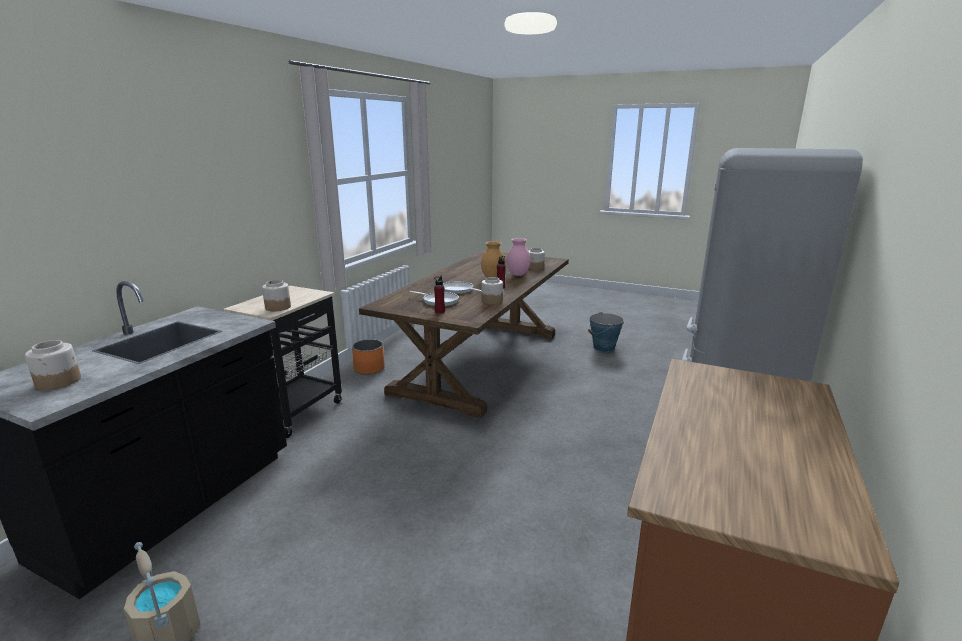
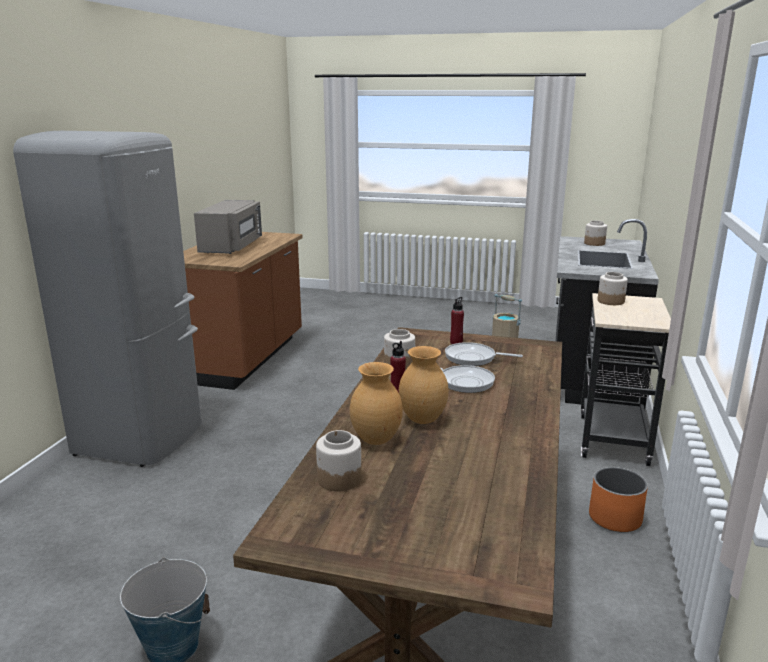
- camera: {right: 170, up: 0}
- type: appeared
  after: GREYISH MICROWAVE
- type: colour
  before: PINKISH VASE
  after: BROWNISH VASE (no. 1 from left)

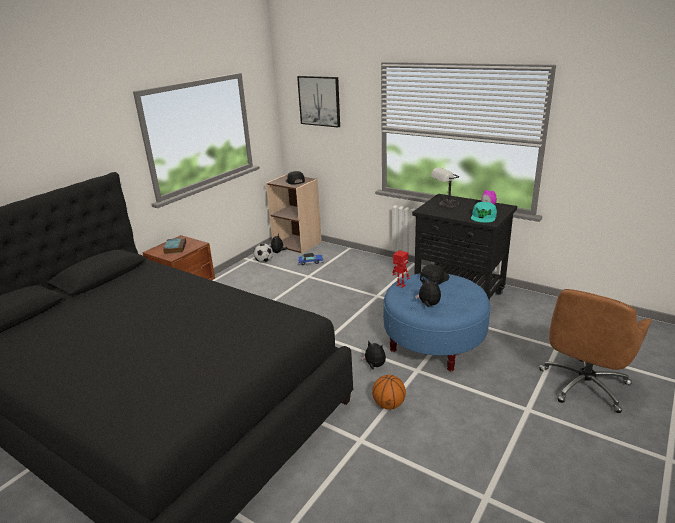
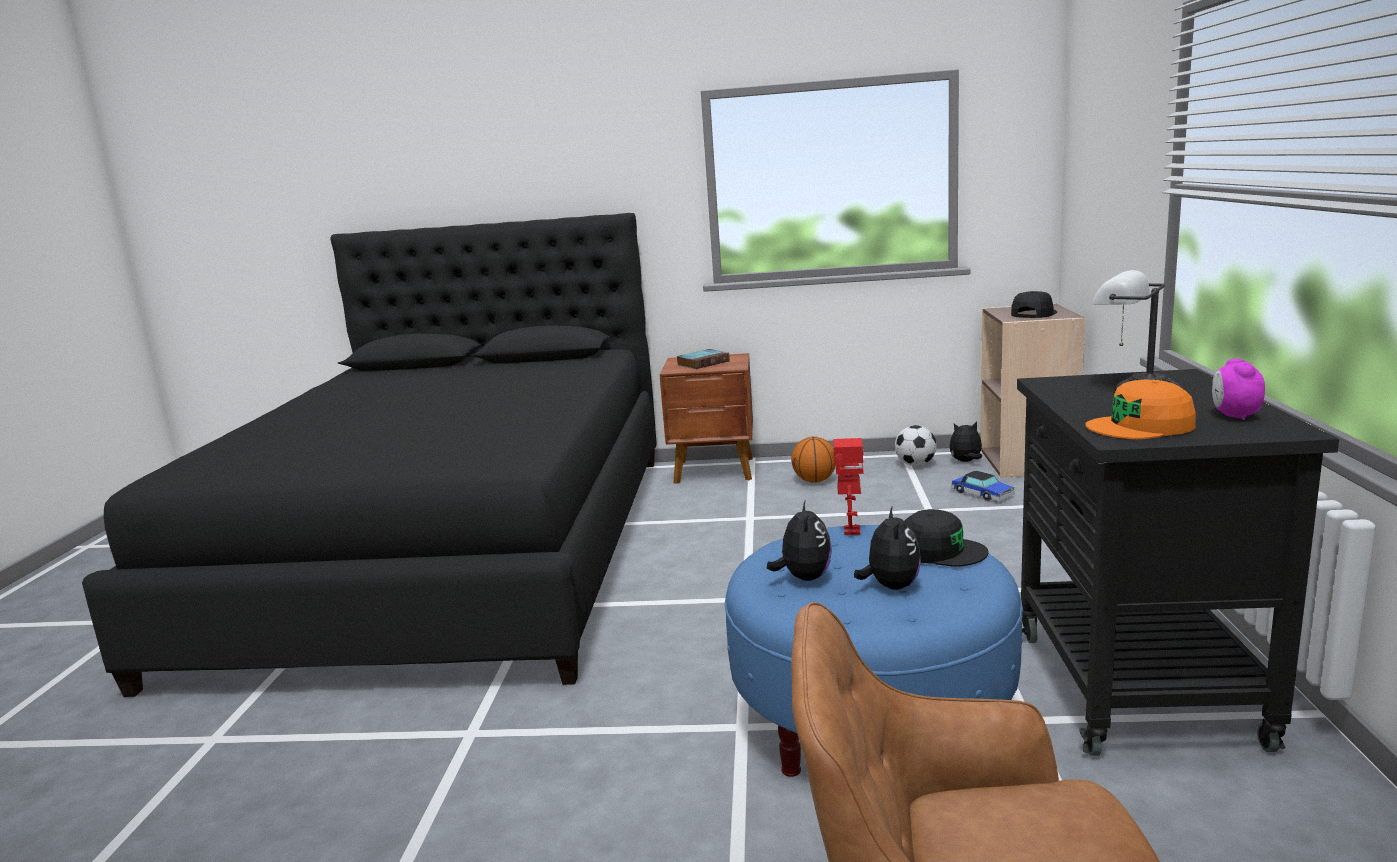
- camera: {right: 60, up: -10}
- type: relocated
  before: BASKETBALL BALL
- type: relocated
  before: SOFT TOY (no. 2 from left)
- type: colour
  before: TURQUOISE-COLOURED CAP
  after: ORANGE CAP
- type: missing
  before: WALL ART

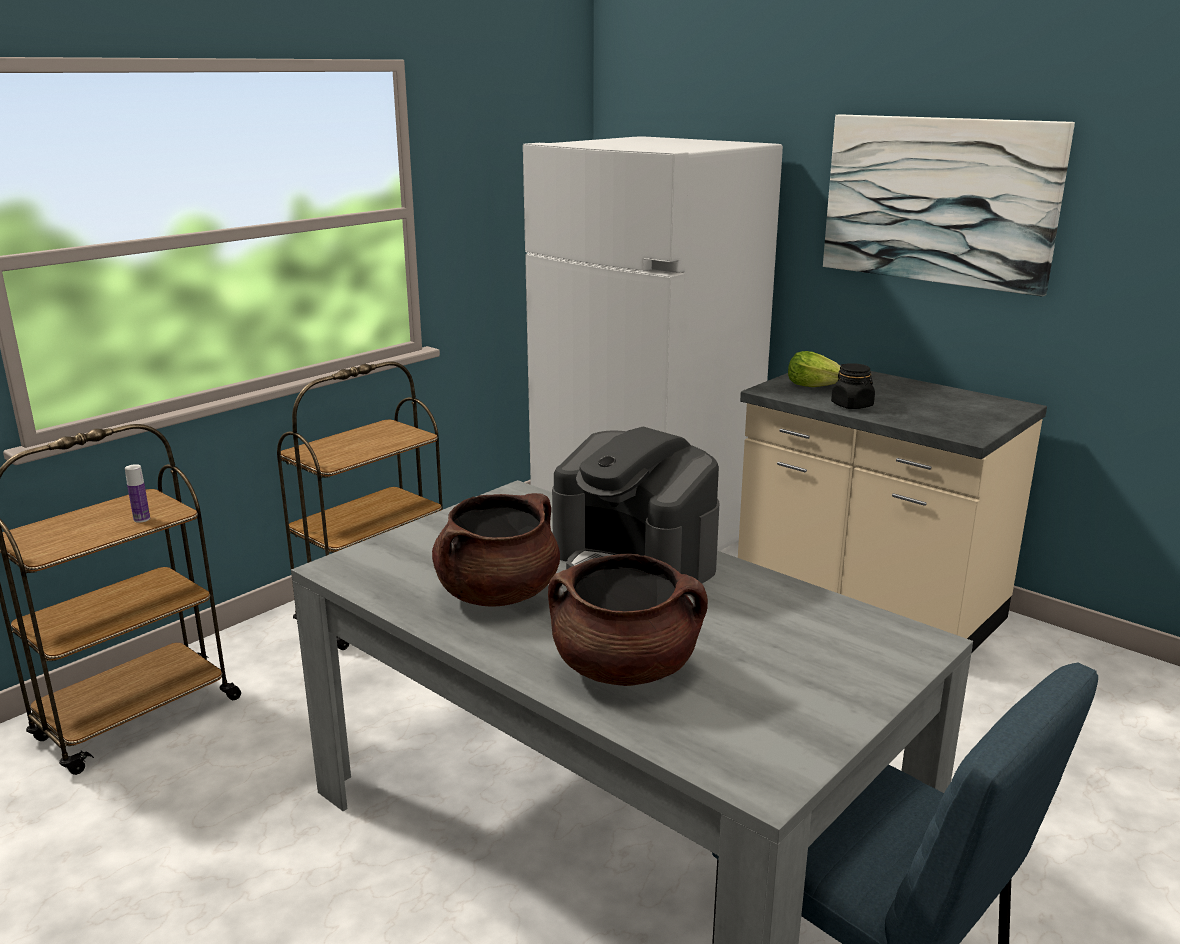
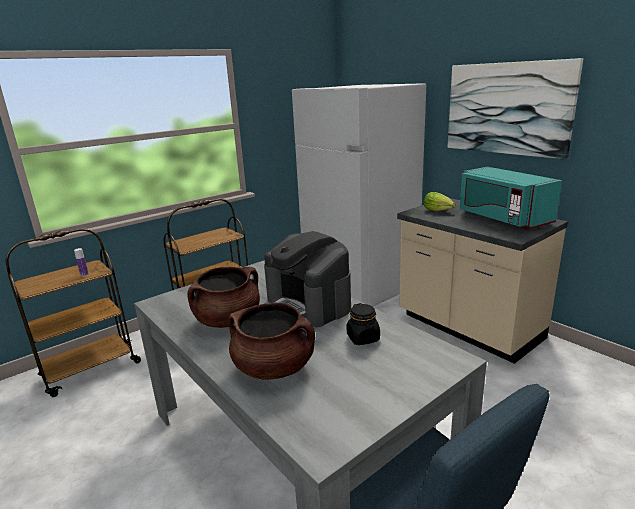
- camera: {right: 10, up: 0}
- type: relocated
  before: BLACK JAR
- type: appeared
  after: TURQUOISE-COLOURED MICROWAVE

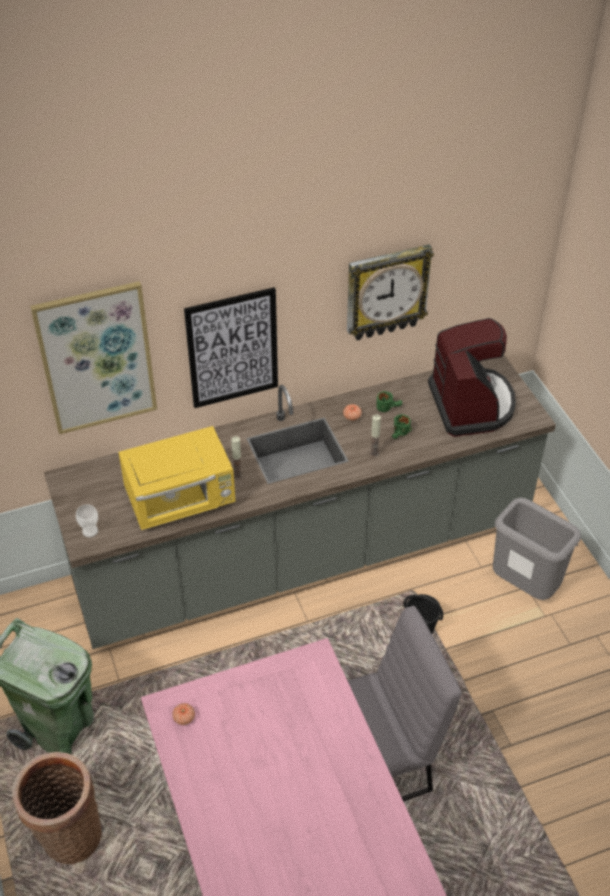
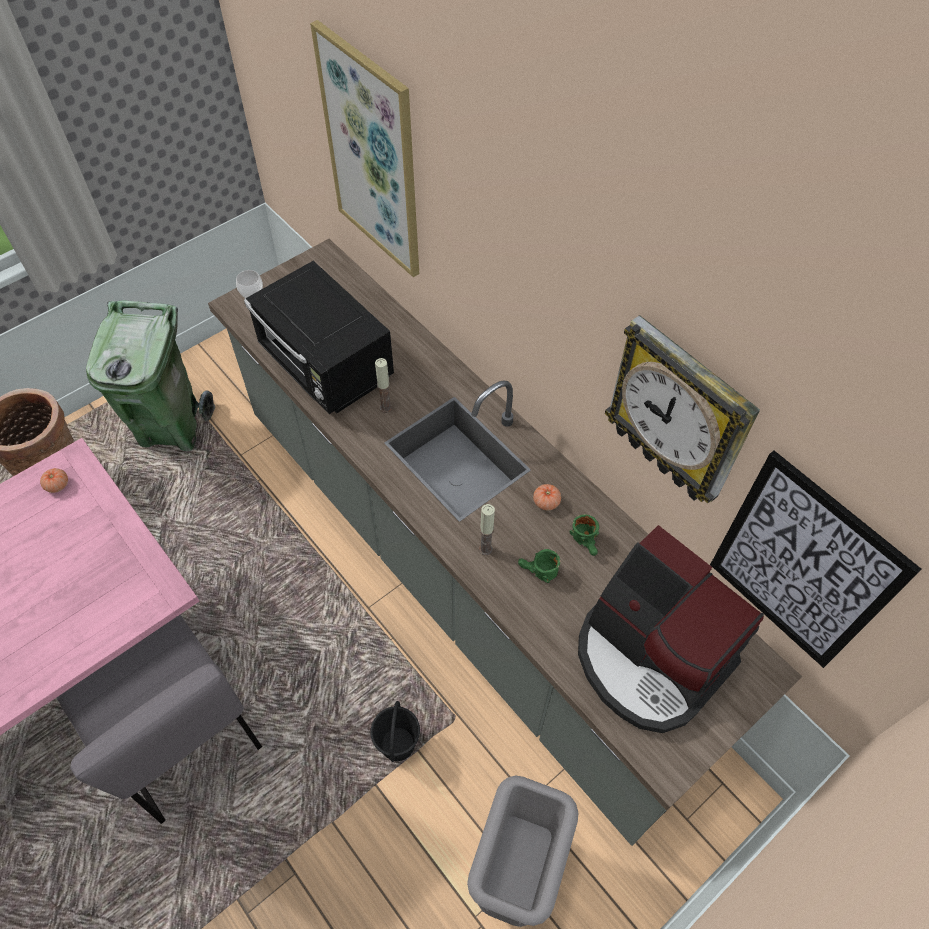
- camera: {right: 70, up: 10}
- type: colour
  before: YELLOWISH MICROWAVE
  after: BLACK MICROWAVE
- type: spun
  before: COFFEE MAKER
  turn: 75
- type: relocated
  before: WALL ART (no. 2 from left)

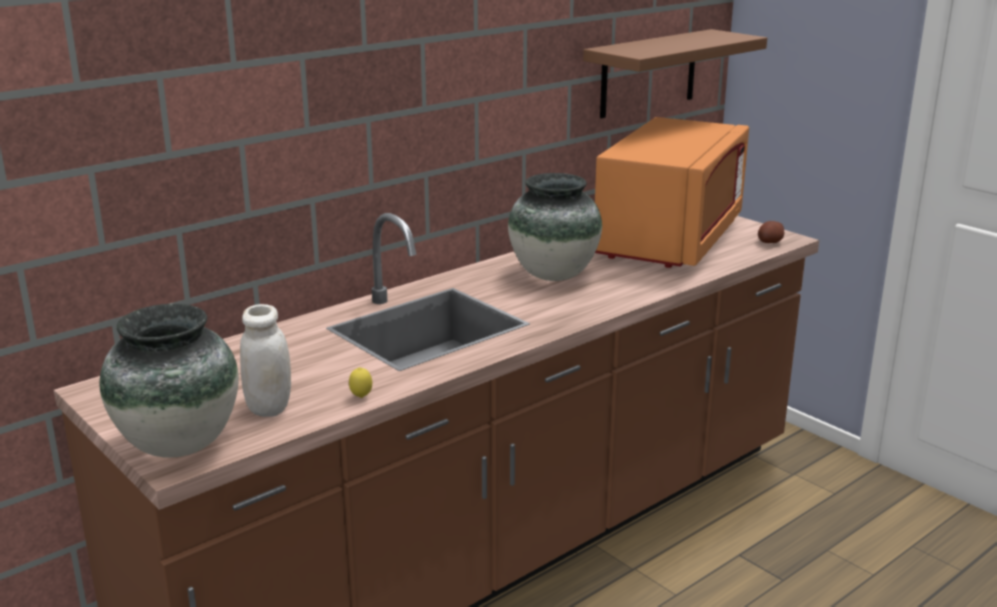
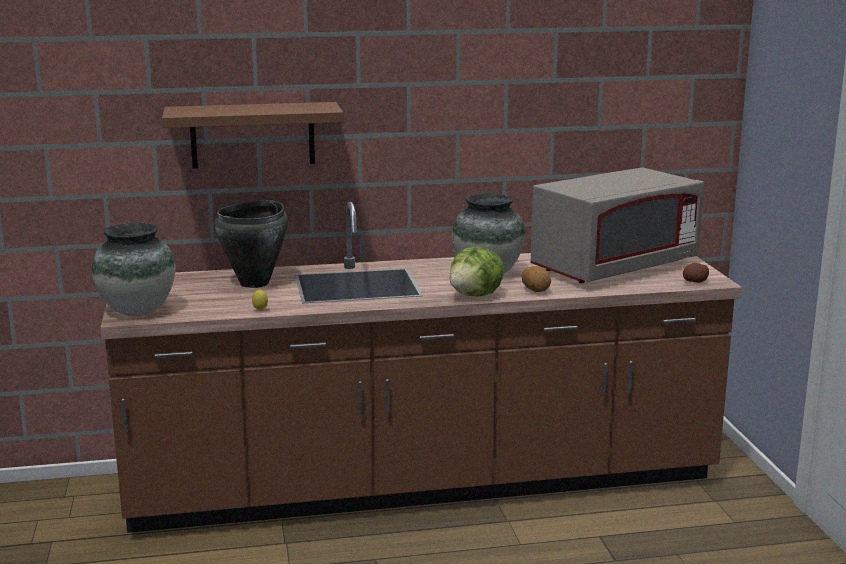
- camera: {right: 30, up: -5}
- type: relocated
  before: BROWNISH BRACKET SHELF
- type: appeared
  after: BLACK STOCKPOT
- type: appeared
  after: LETTUCE HEAD
- type: appeared
  after: SPUD (no. 1 from left)
- type: colour
  before: ORANGE MICROWAVE
  after: GREYISH MICROWAVE
- type: missing
  before: WHITISH JAR

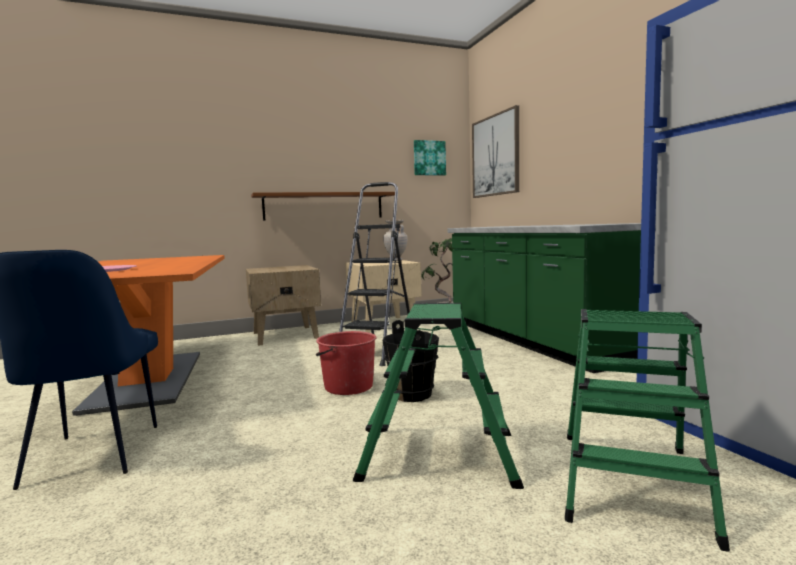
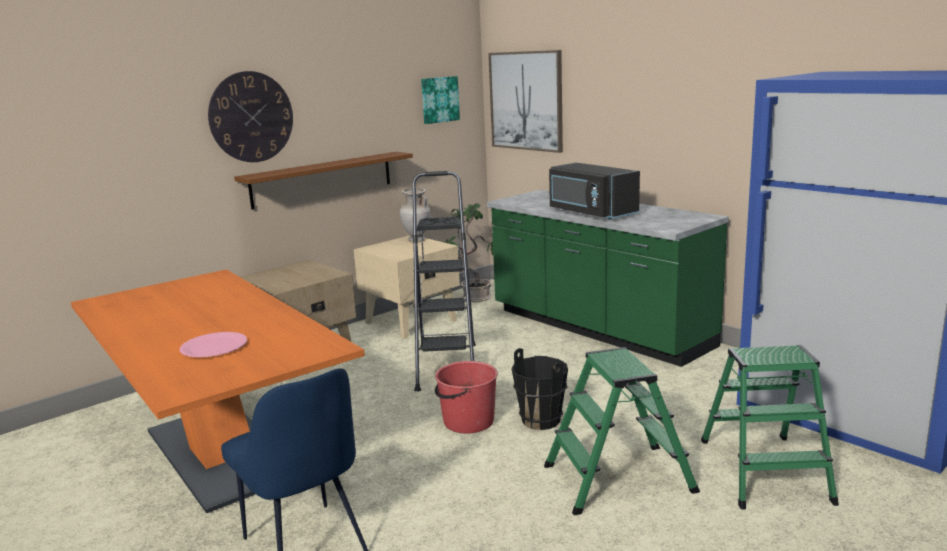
- camera: {right: -20, up: 10}
- type: appeared
  after: WALL CLOCK
- type: appeared
  after: BLACK MICROWAVE

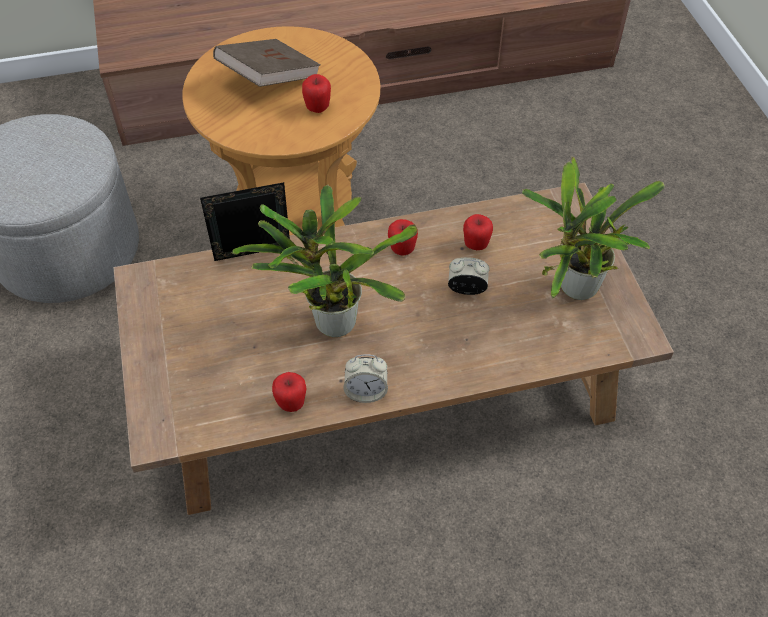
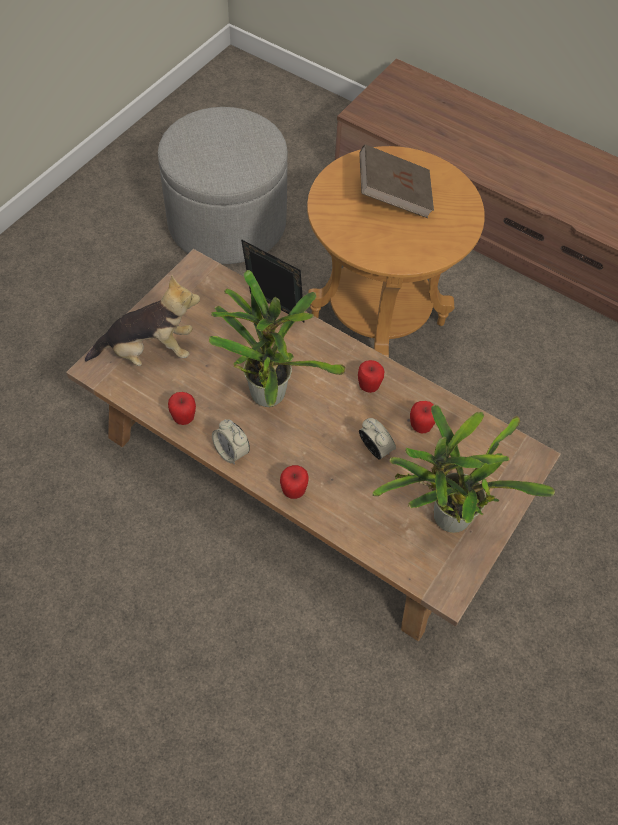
- camera: {right: 45, up: 5}
- type: appeared
  after: SOFT TOY
- type: relocated
  before: WHOLE APPLE (no. 2 from left)

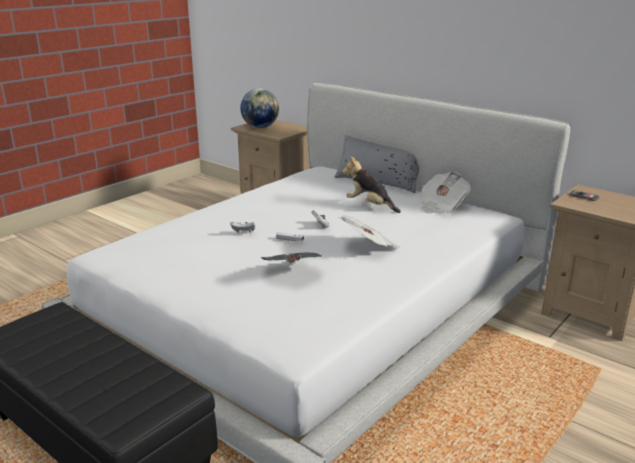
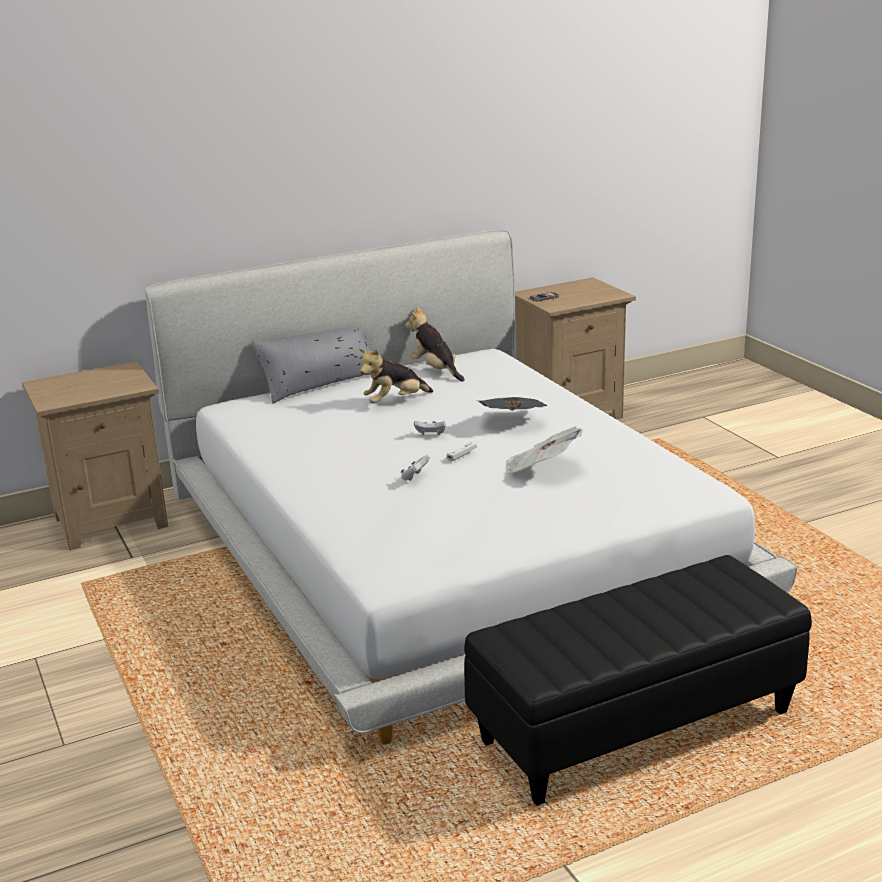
- camera: {right: -65, up: 0}
- type: exchanged
  before: PRINTED PAPER (no. 3 from left)
  after: SOFT TOY (no. 2 from left)
- type: missing
  before: DESK GLOBE

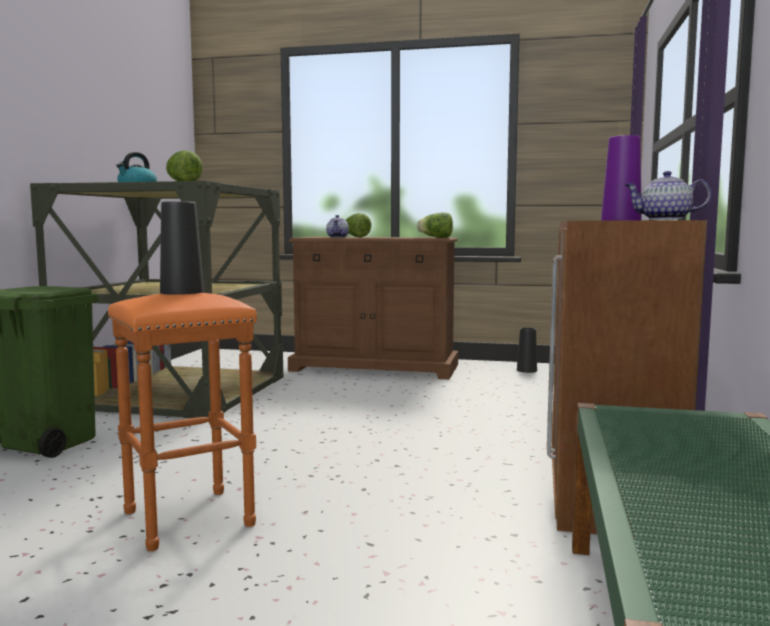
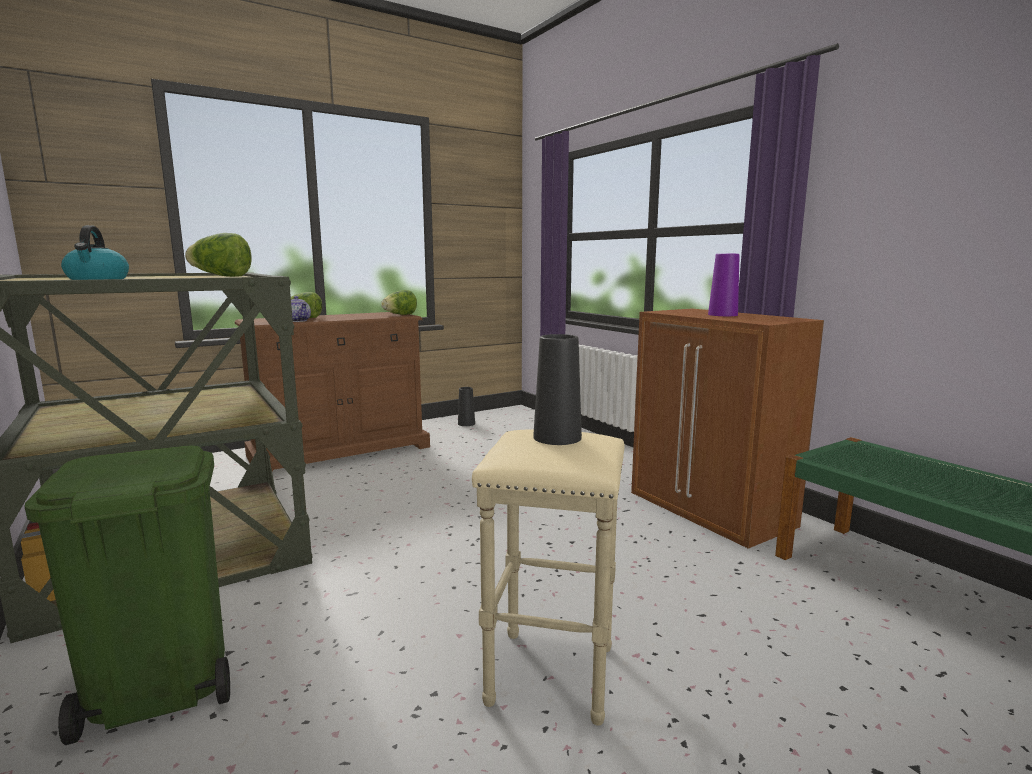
- camera: {right: -45, up: 5}
- type: colour
  before: ORANGE STOOL SEAT
  after: SAND-COLOURED STOOL SEAT
- type: missing
  before: TEA POT (no. 2 from left)

